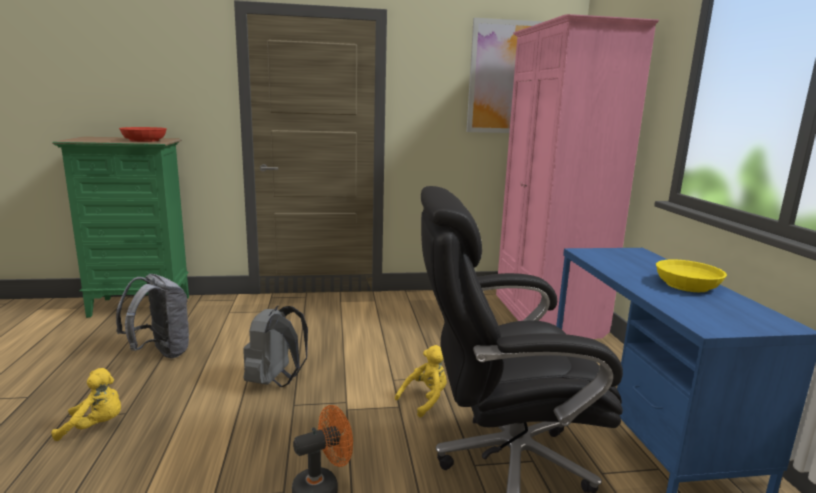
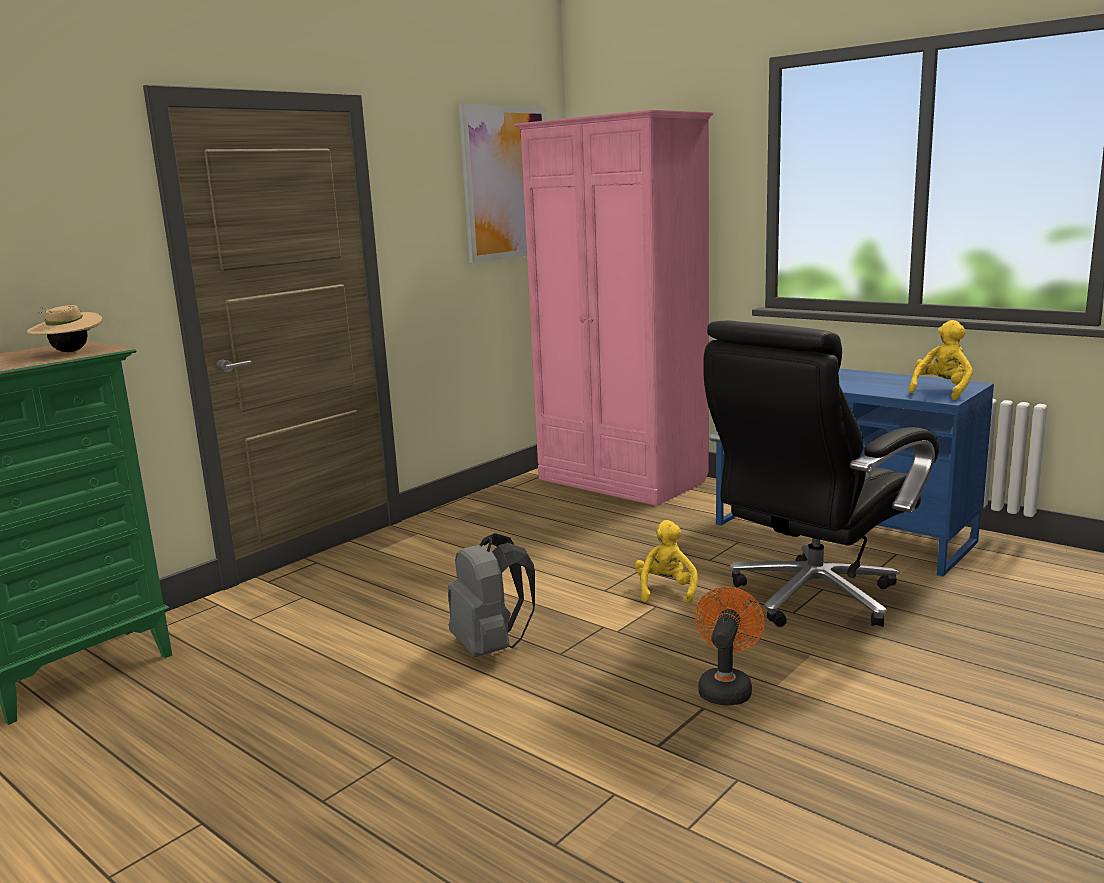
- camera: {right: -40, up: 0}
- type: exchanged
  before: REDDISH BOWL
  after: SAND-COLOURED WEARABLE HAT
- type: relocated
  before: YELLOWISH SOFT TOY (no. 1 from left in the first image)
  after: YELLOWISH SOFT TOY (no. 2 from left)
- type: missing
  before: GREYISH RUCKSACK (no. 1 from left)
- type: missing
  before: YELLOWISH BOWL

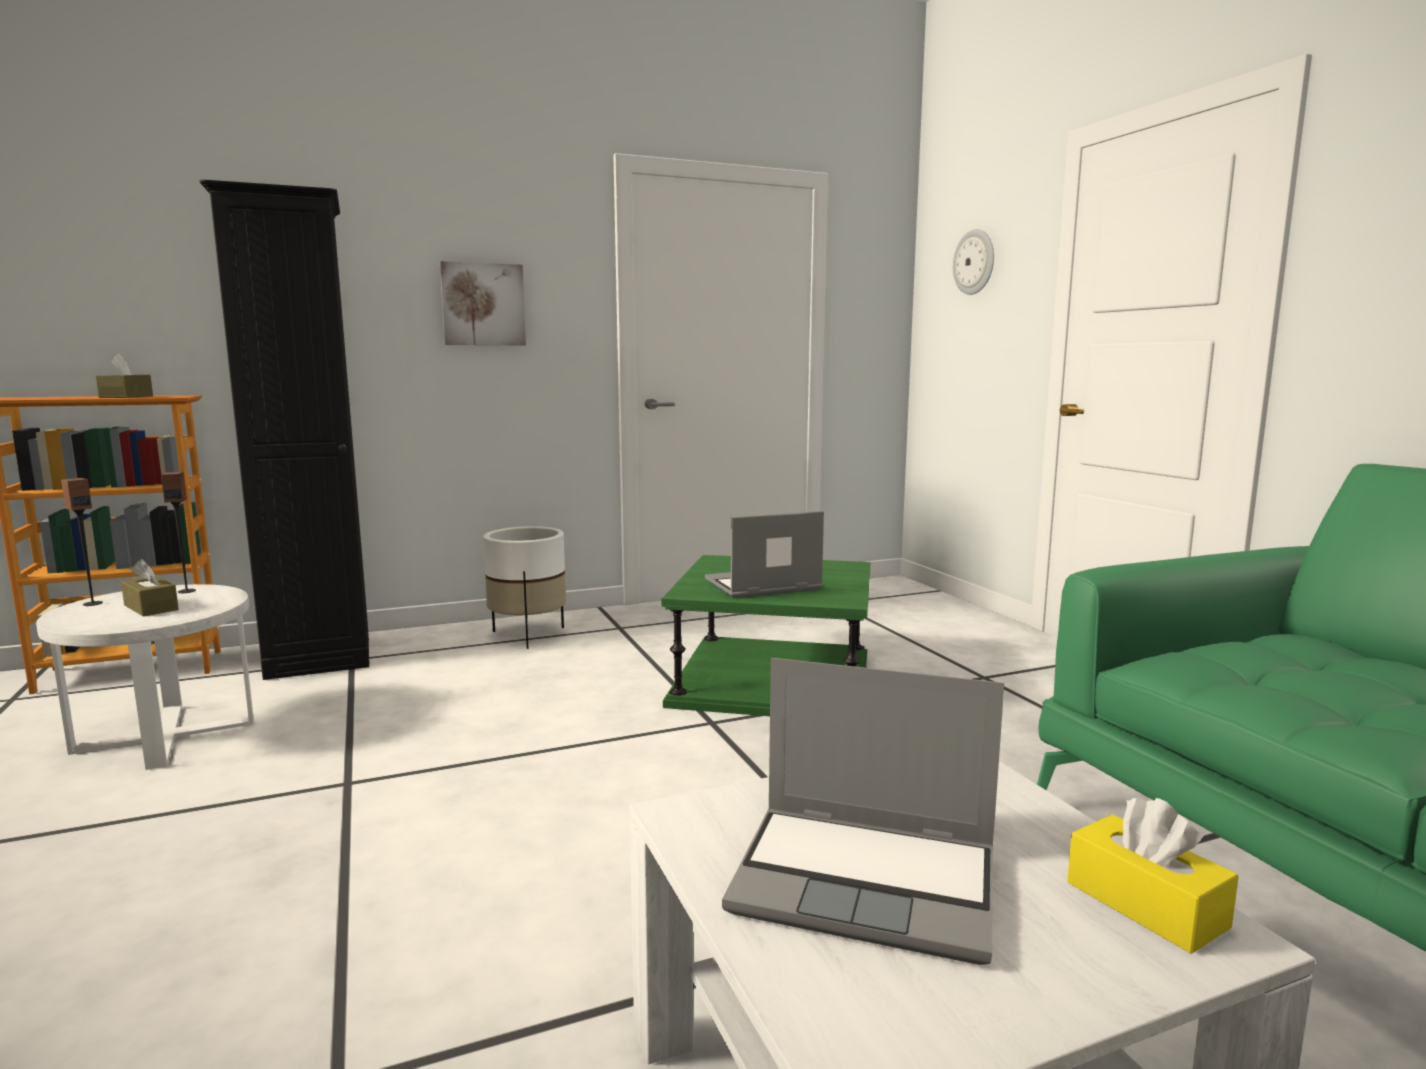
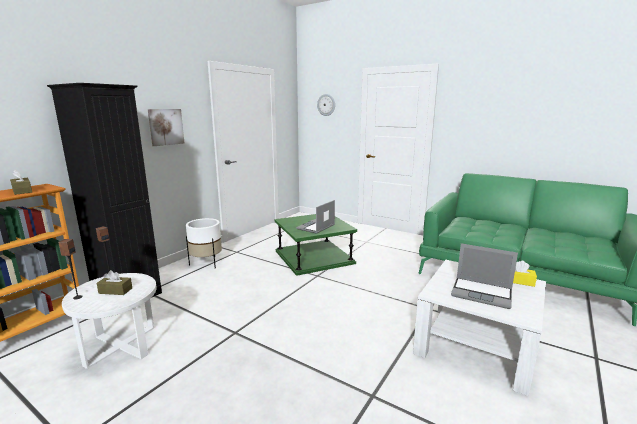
- camera: {right: -35, up: 5}
- type: spun
  before: PORTABLE COMPUTER (no. 2 from left)
  turn: 45

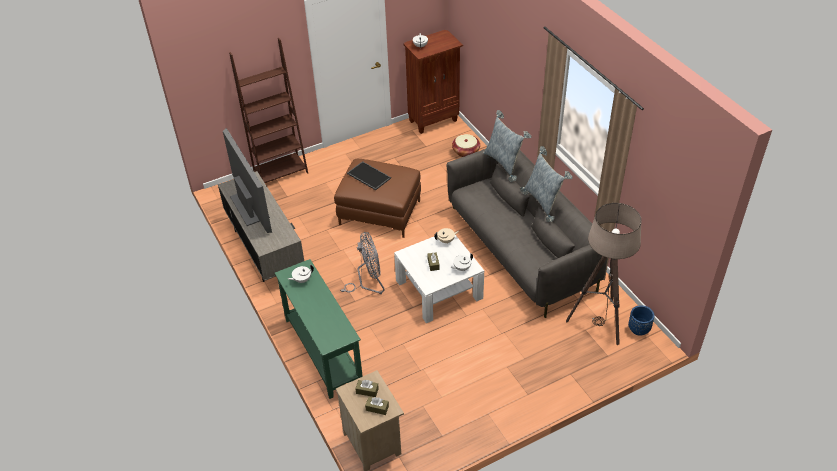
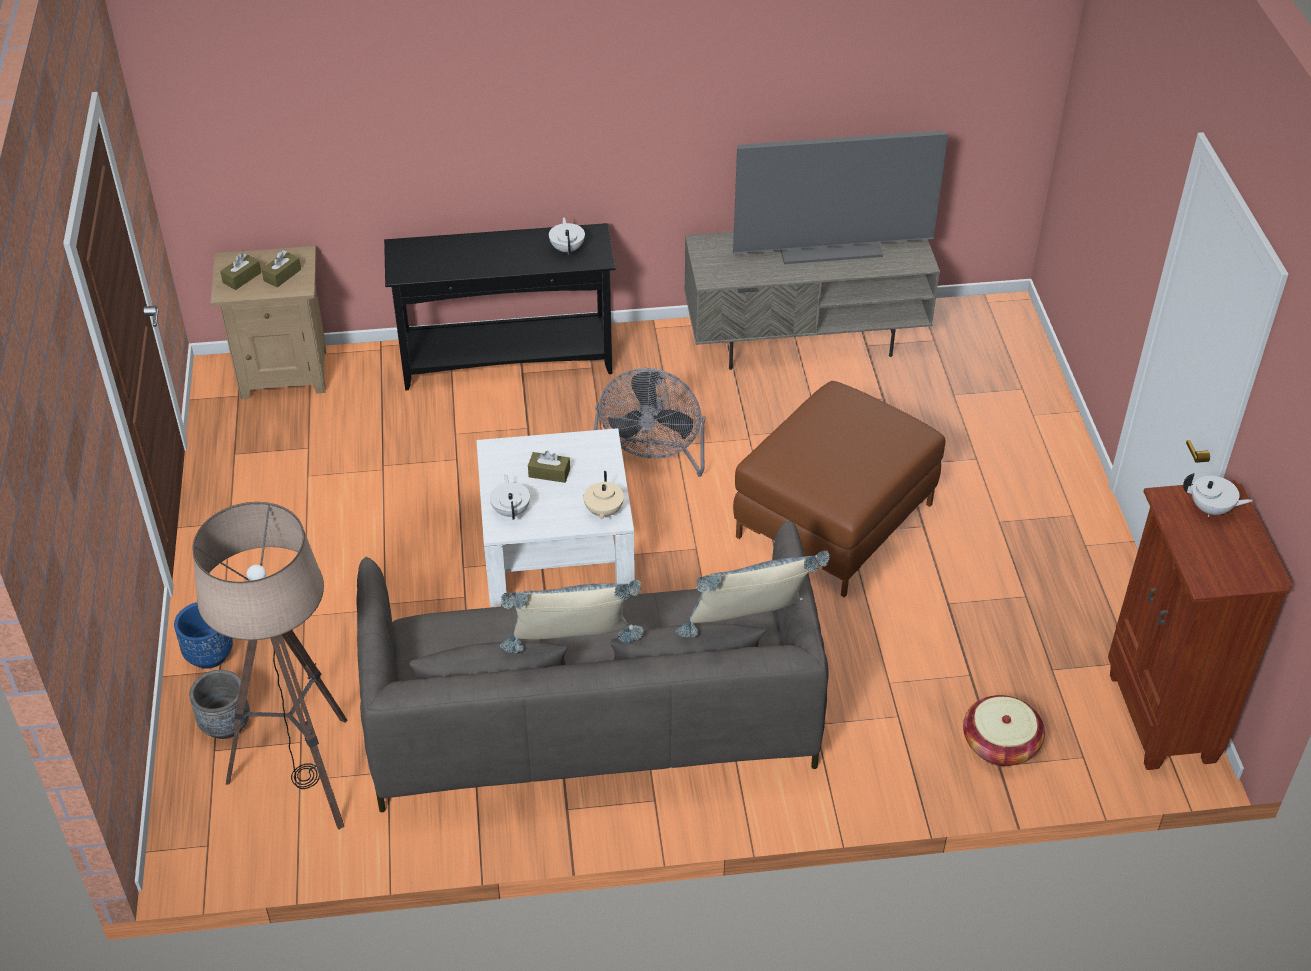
- camera: {right: 110, up: 0}
- type: relocated
  before: BLUE-COLOURED FLOWER POT
- type: appeared
  after: GREYISH FLOWER POT
- type: colour
  before: GREENISH CONSOLE TABLE
  after: BLACK CONSOLE TABLE
- type: missing
  before: BROWNISH SHELVING UNIT
- type: missing
  before: CARRYING TRAY

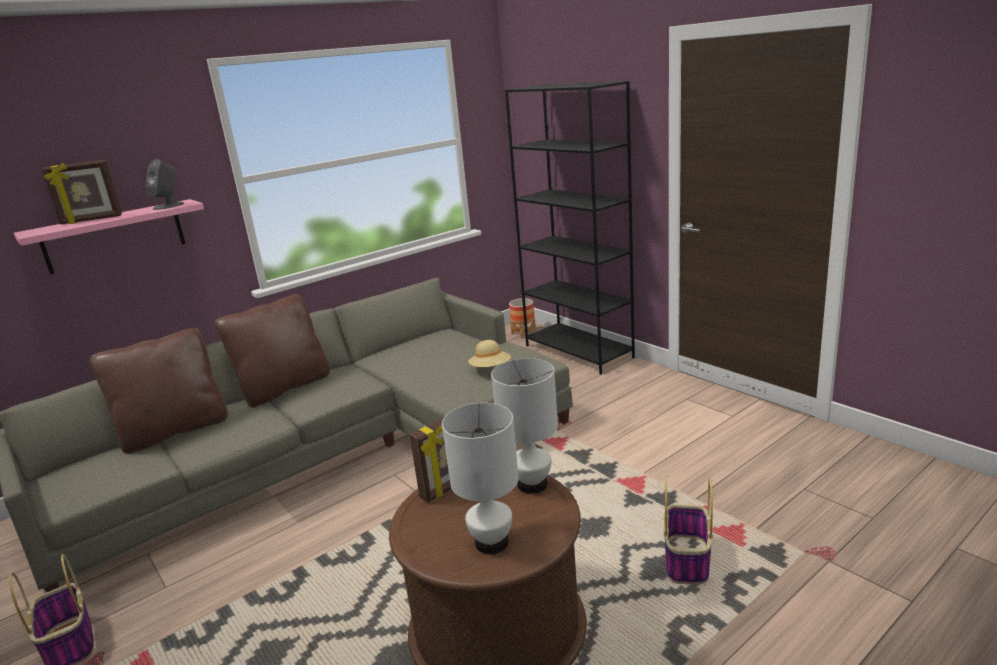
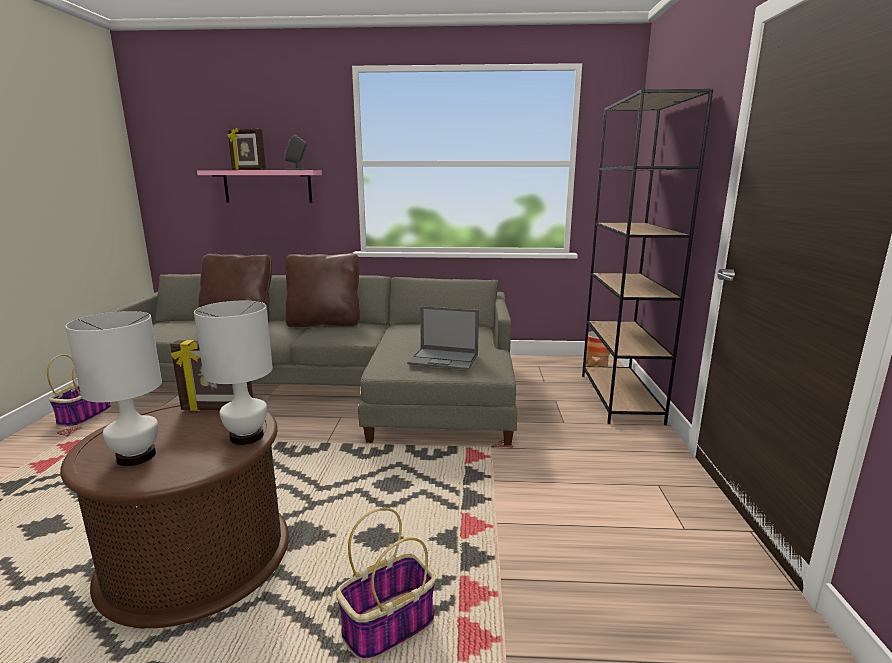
- camera: {right: 40, up: -5}
- type: exchanged
  before: SAND-COLOURED WEARABLE HAT
  after: PORTABLE COMPUTER
- type: colour
  before: BLACK SHELVING UNIT
  after: SAND-COLOURED SHELVING UNIT

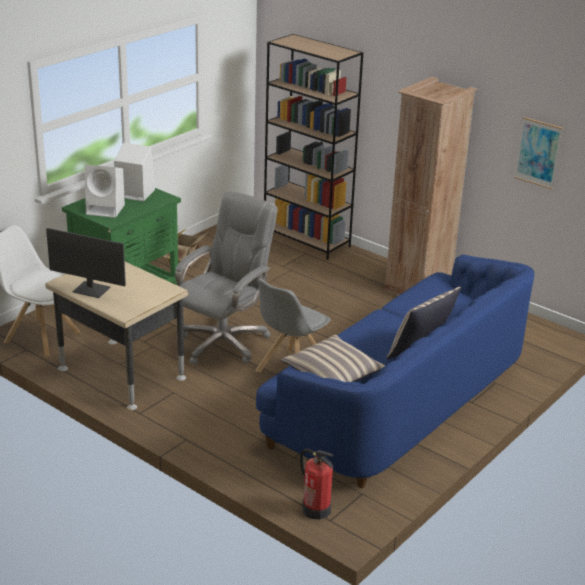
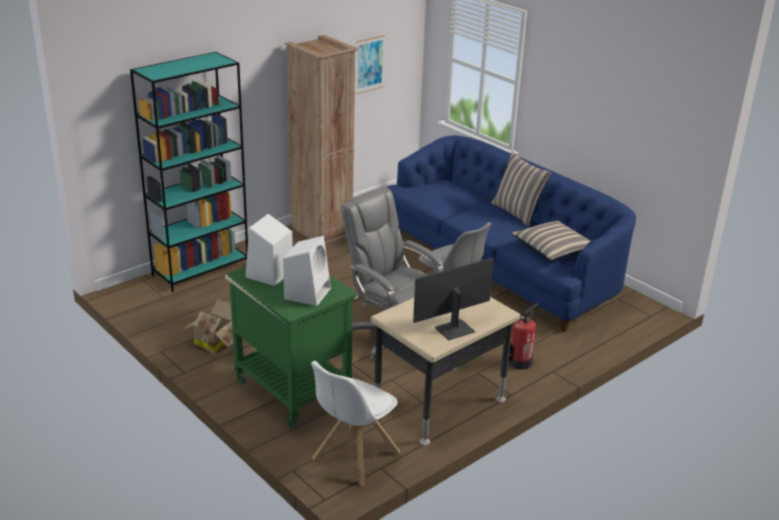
- camera: {right: -80, up: 0}
- type: colour
  before: SAND-COLOURED SHELVING UNIT
  after: TURQUOISE-COLOURED SHELVING UNIT
- type: spun
  before: MONITOR
  turn: -150
- type: relocated
  before: FIRE EXTINGUISHER

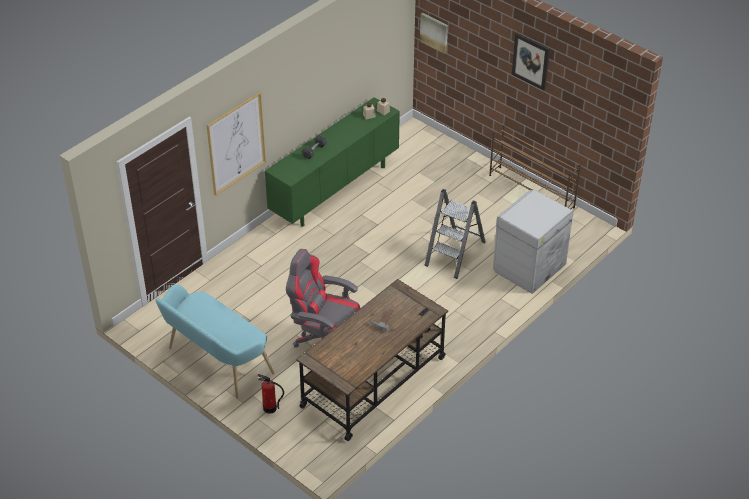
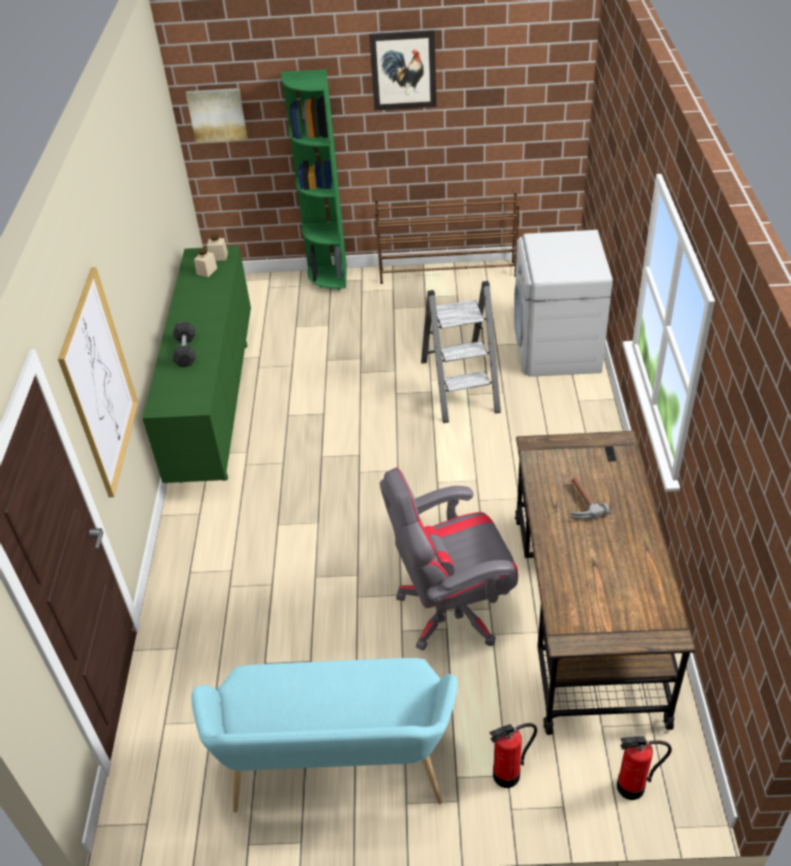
- camera: {right: -40, up: 0}
- type: appeared
  after: GREENISH SHELVING UNIT
- type: appeared
  after: FIRE EXTINGUISHER (no. 2 from left)

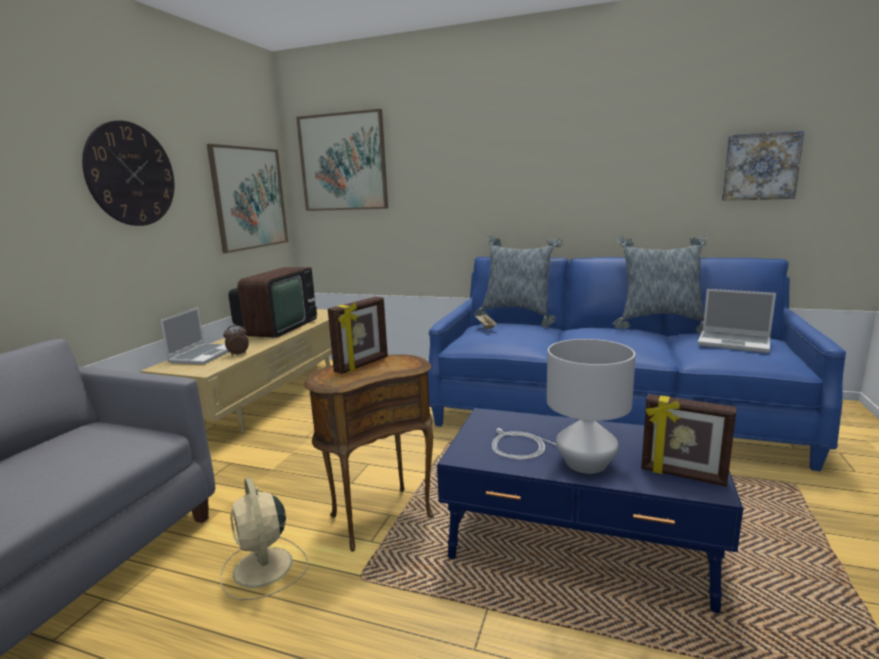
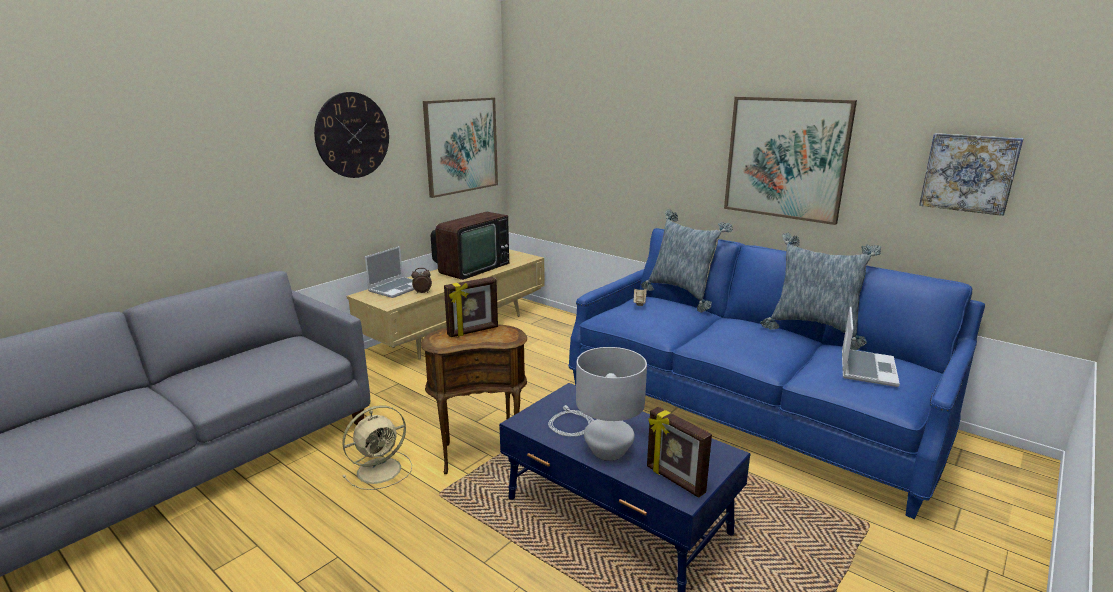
- camera: {right: 20, up: 5}
- type: spun
  before: SAND-COLOURED FAN
  turn: -120
- type: relocated
  before: WALL ART (no. 2 from left)
- type: spun
  before: PORTABLE COMPUTER (no. 2 from left)
  turn: -120

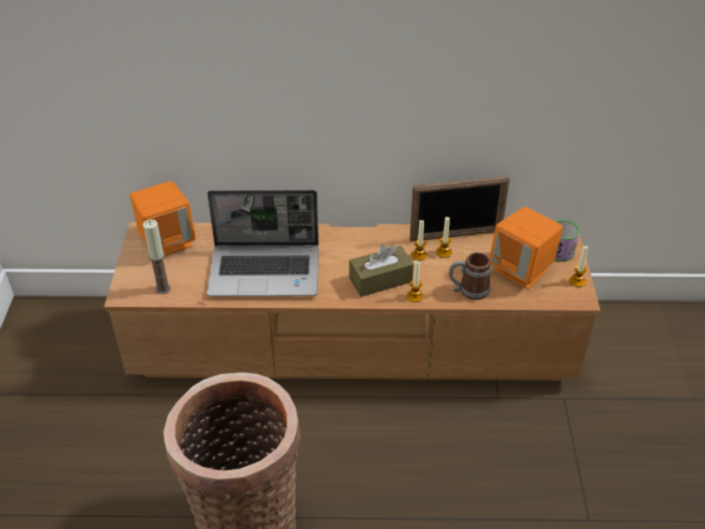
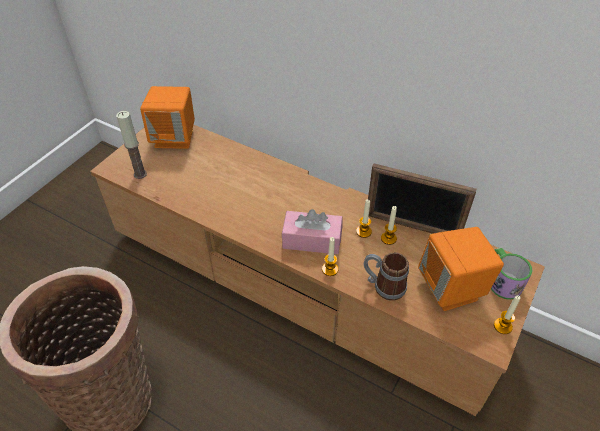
- camera: {right: 30, up: 5}
- type: colour
  before: BROWNISH TISSUE BOX
  after: PINKISH TISSUE BOX
- type: missing
  before: PORTABLE COMPUTER

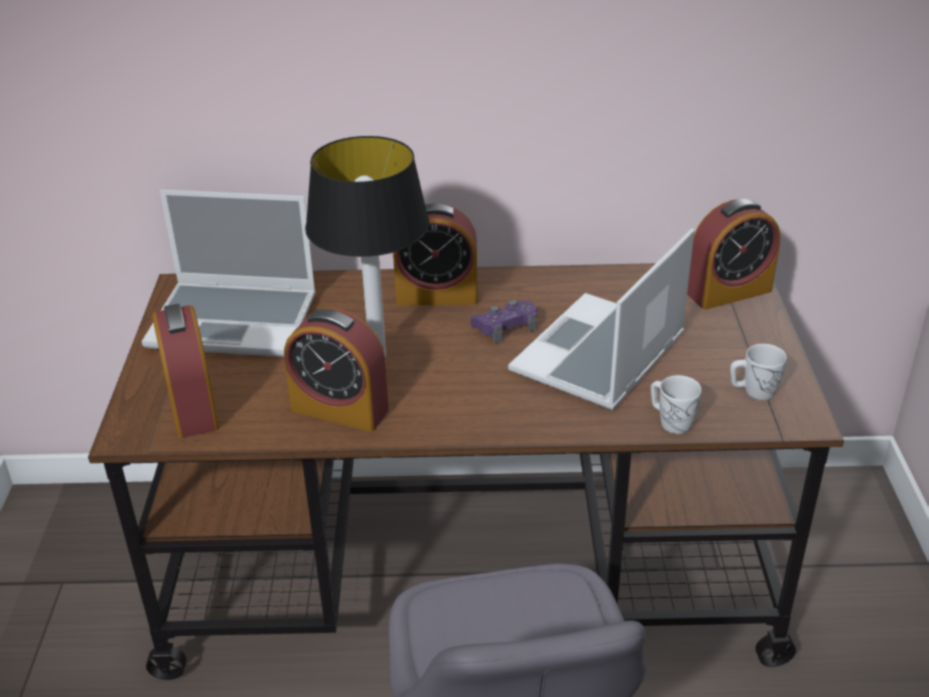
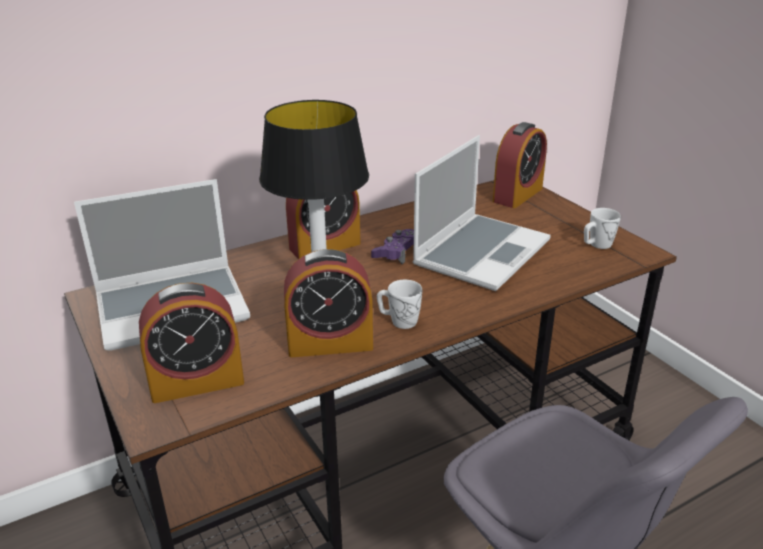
- camera: {right: -30, up: -5}
- type: spun
  before: BEDSIDE CLOCK (no. 1 from left)
  turn: 120
- type: relocated
  before: WHITISH TEA MUG (no. 1 from left)
- type: spun
  before: PORTABLE COMPUTER (no. 2 from left)
  turn: -150

